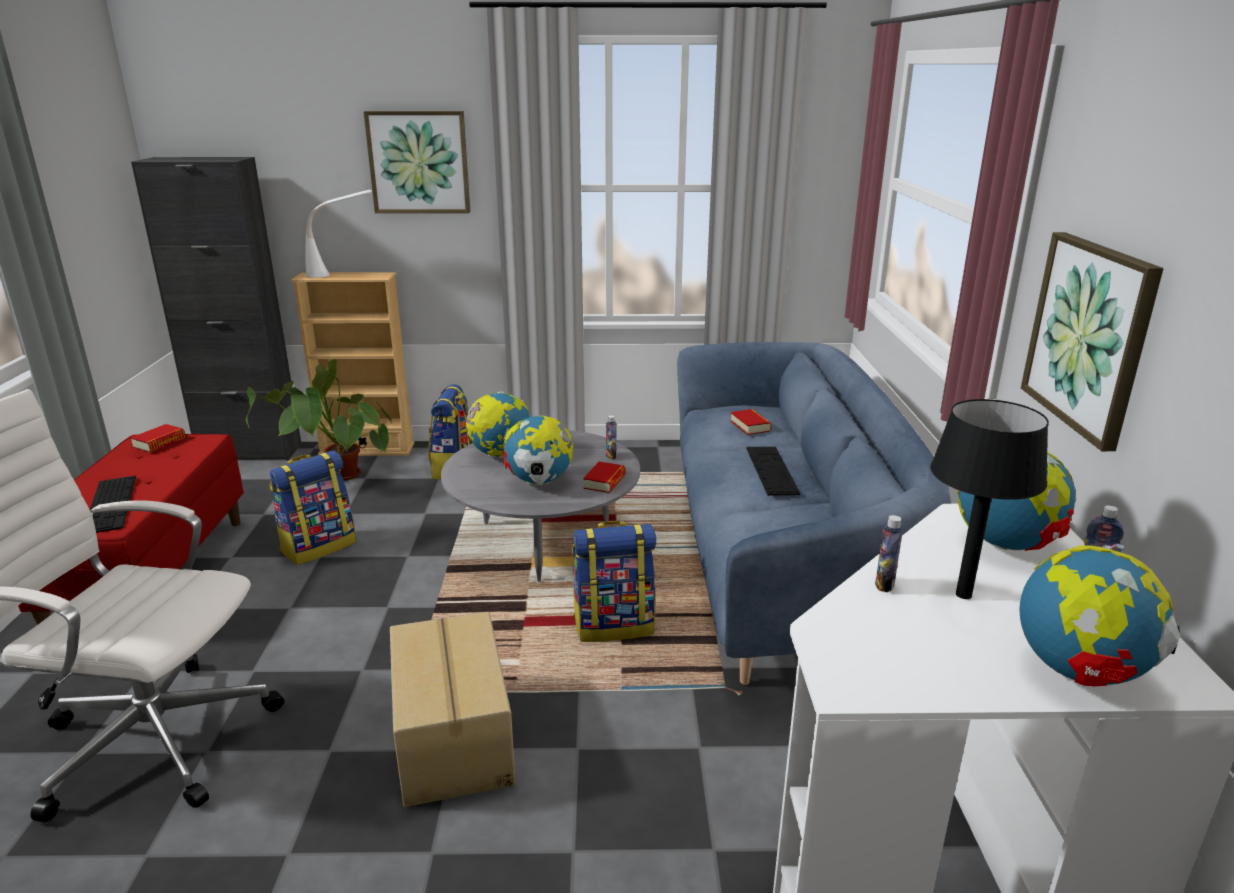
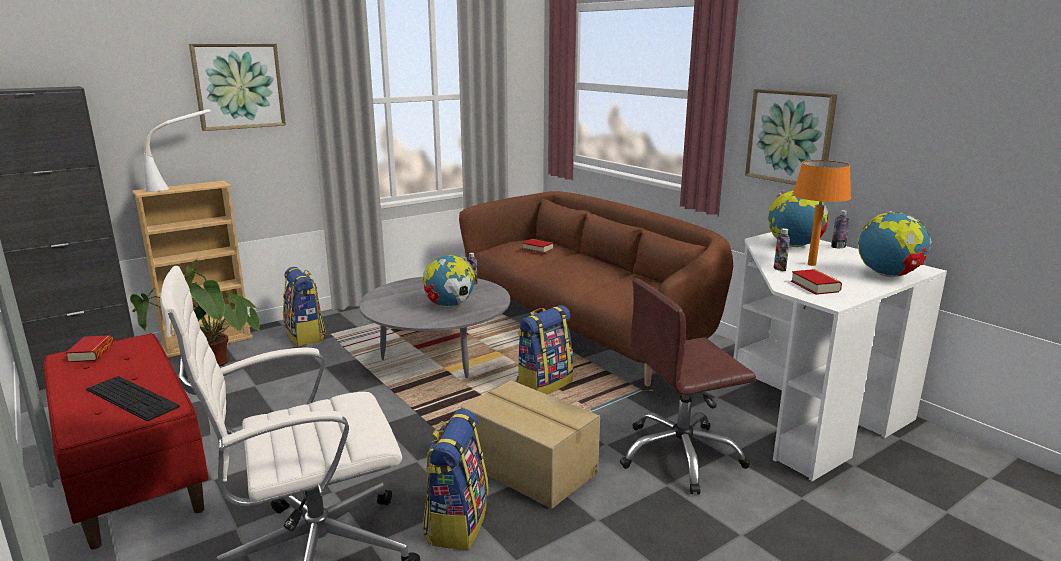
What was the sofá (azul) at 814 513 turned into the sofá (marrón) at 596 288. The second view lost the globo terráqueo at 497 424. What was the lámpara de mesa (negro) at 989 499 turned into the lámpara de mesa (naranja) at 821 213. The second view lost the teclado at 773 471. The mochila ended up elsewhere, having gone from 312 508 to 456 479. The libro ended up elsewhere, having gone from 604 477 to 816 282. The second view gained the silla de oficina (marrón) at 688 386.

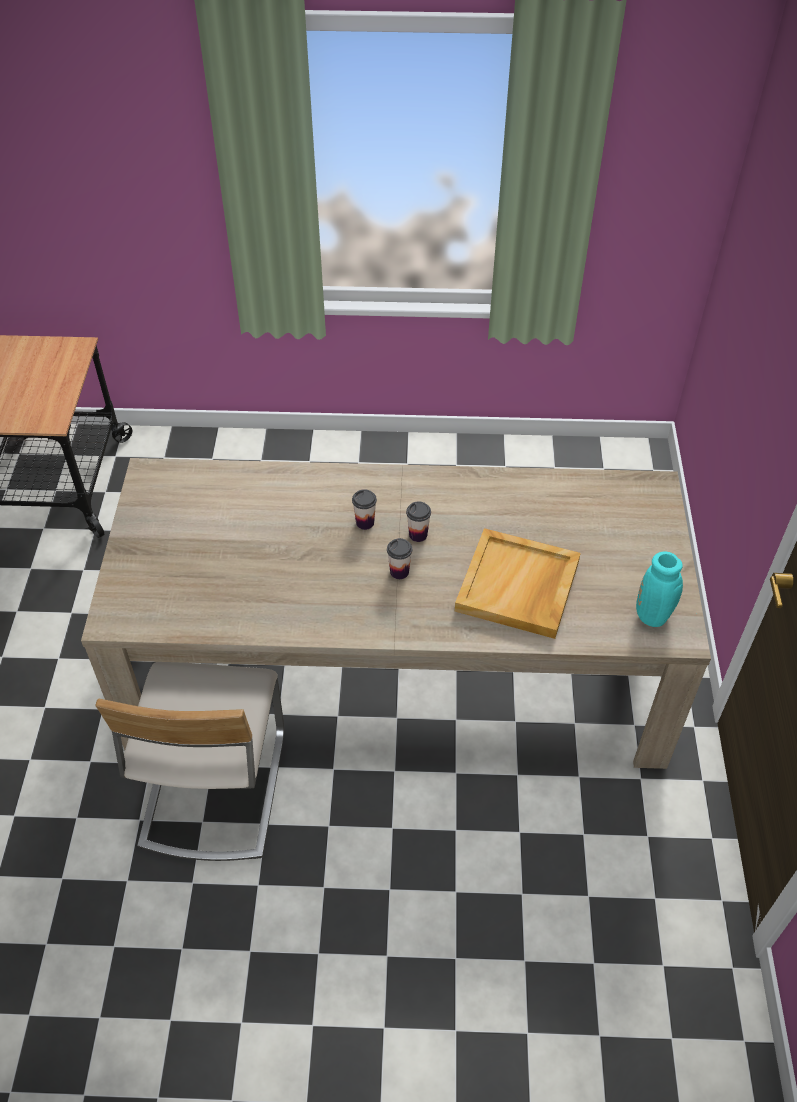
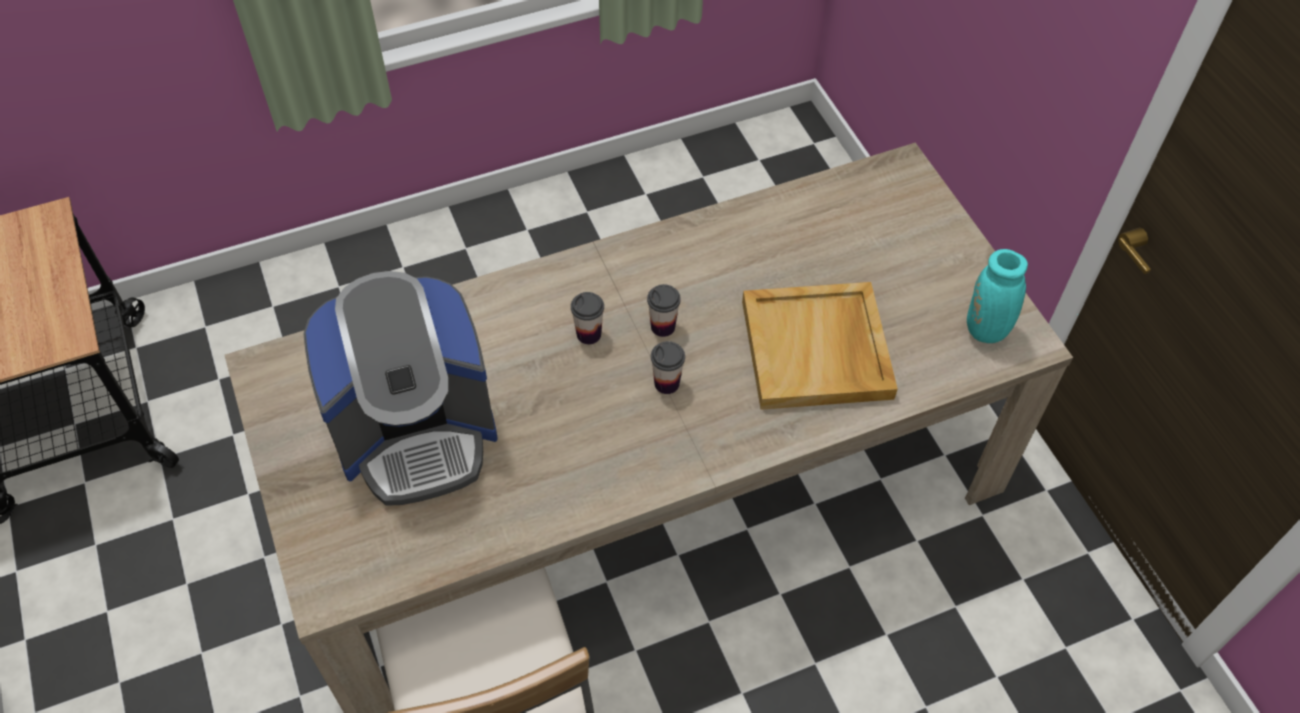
The second view gained the cafetera at 400 388.

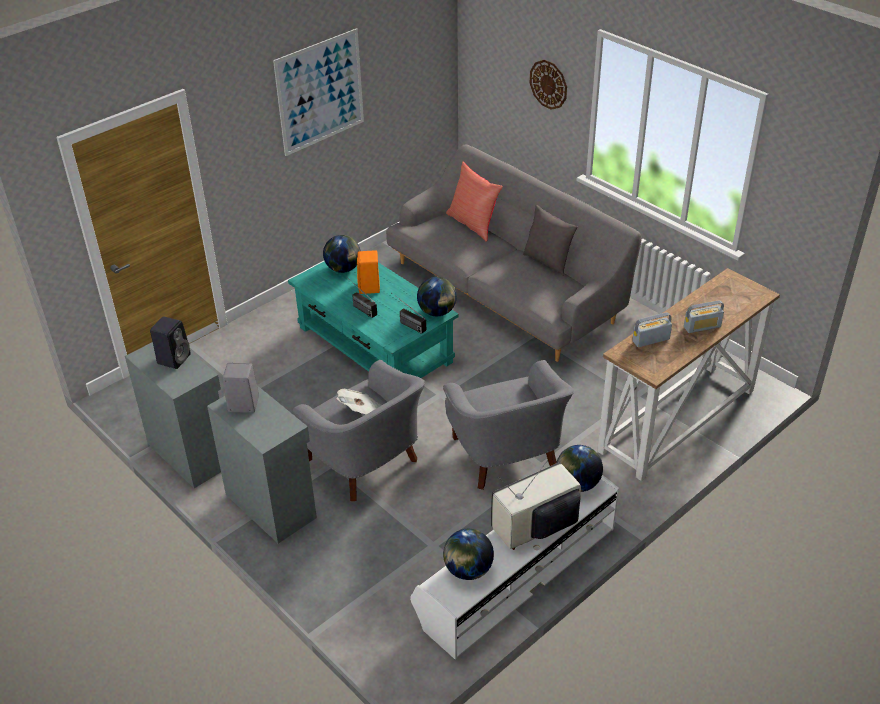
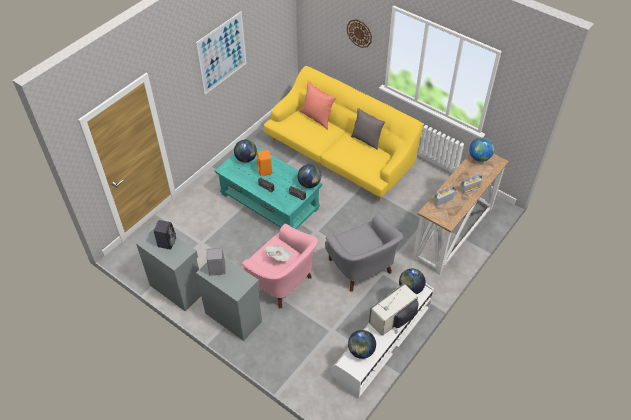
What was the sofá (gris) at 514 253 turned into the sofá (amarillo) at 343 134. What was the sillón (gris) at 359 430 turned into the sillón (rosa) at 279 266. The second view gained the globo terráqueo at 481 149.

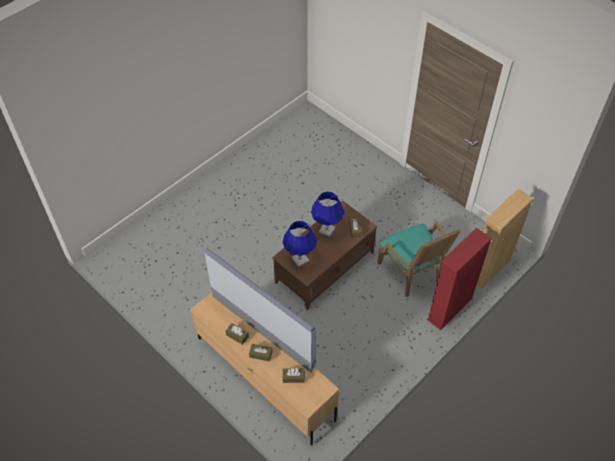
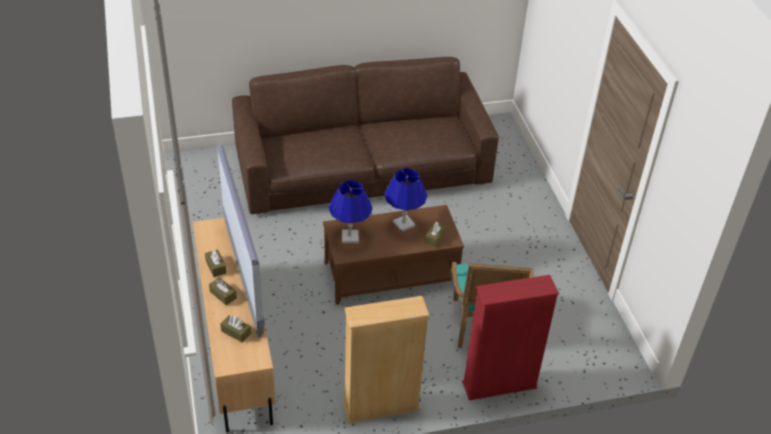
The estantería (beis) ended up elsewhere, having gone from 505 239 to 386 359. The second view gained the sofá (marrón) at 365 135.

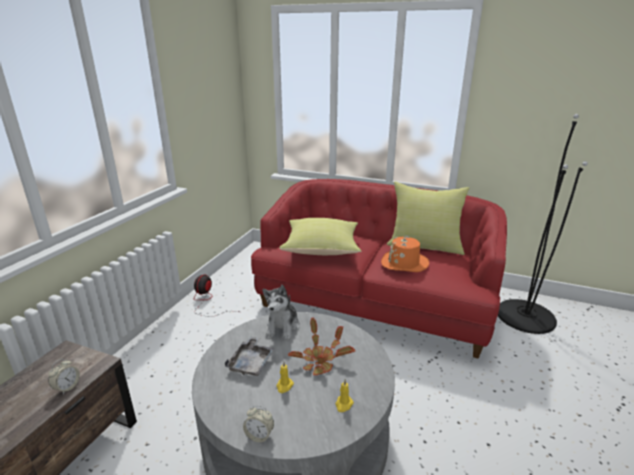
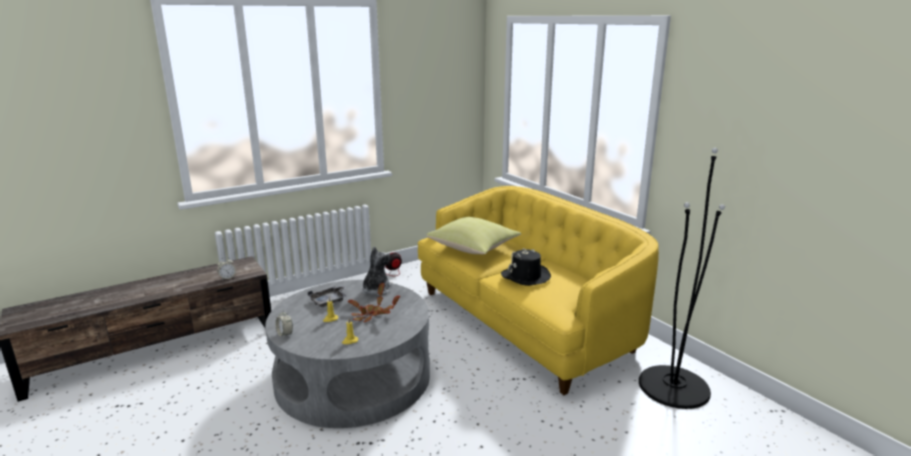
What was the sofá (rojo) at 379 268 turned into the sofá (amarillo) at 538 290. The second view lost the cojín (amarillo) at 428 218. What was the sombrero (naranja) at 405 254 turned into the sombrero (negro) at 526 267. The peluche at 281 312 ended up facing another way, 150 degrees clockwise from before.

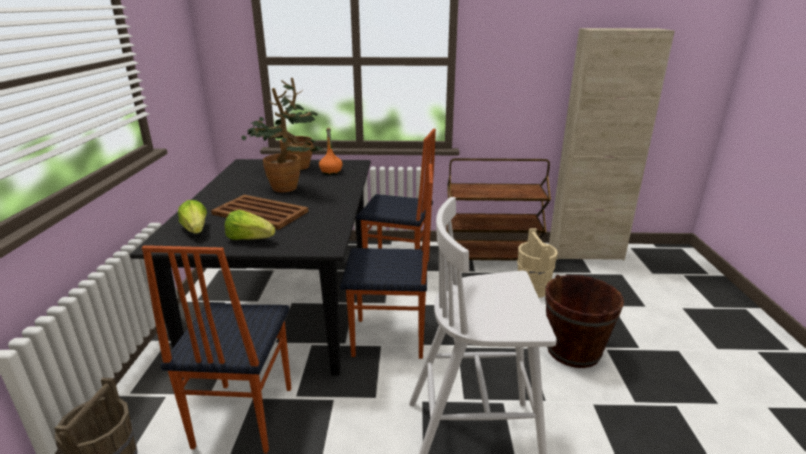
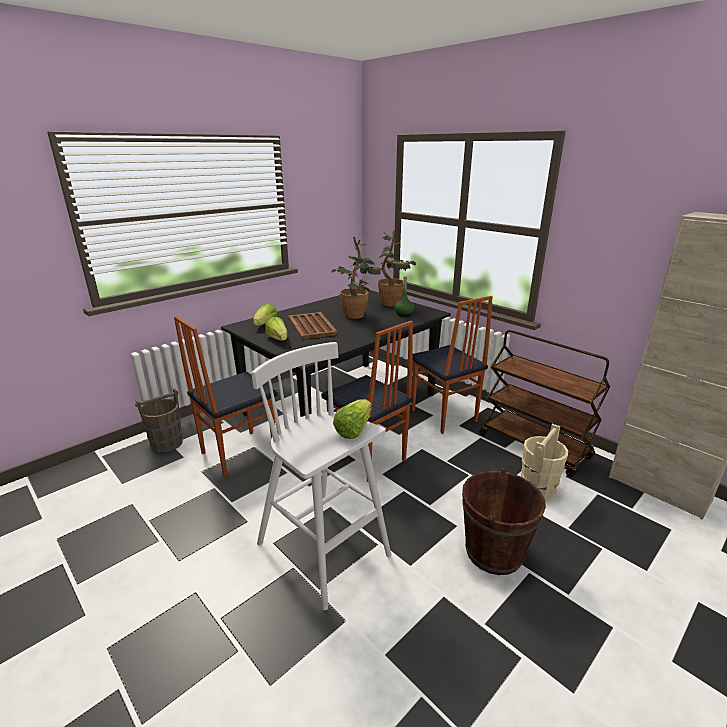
What was the botella (naranja) at 330 151 turned into the botella (verde) at 404 296. The second view gained the lechuga at 352 419.

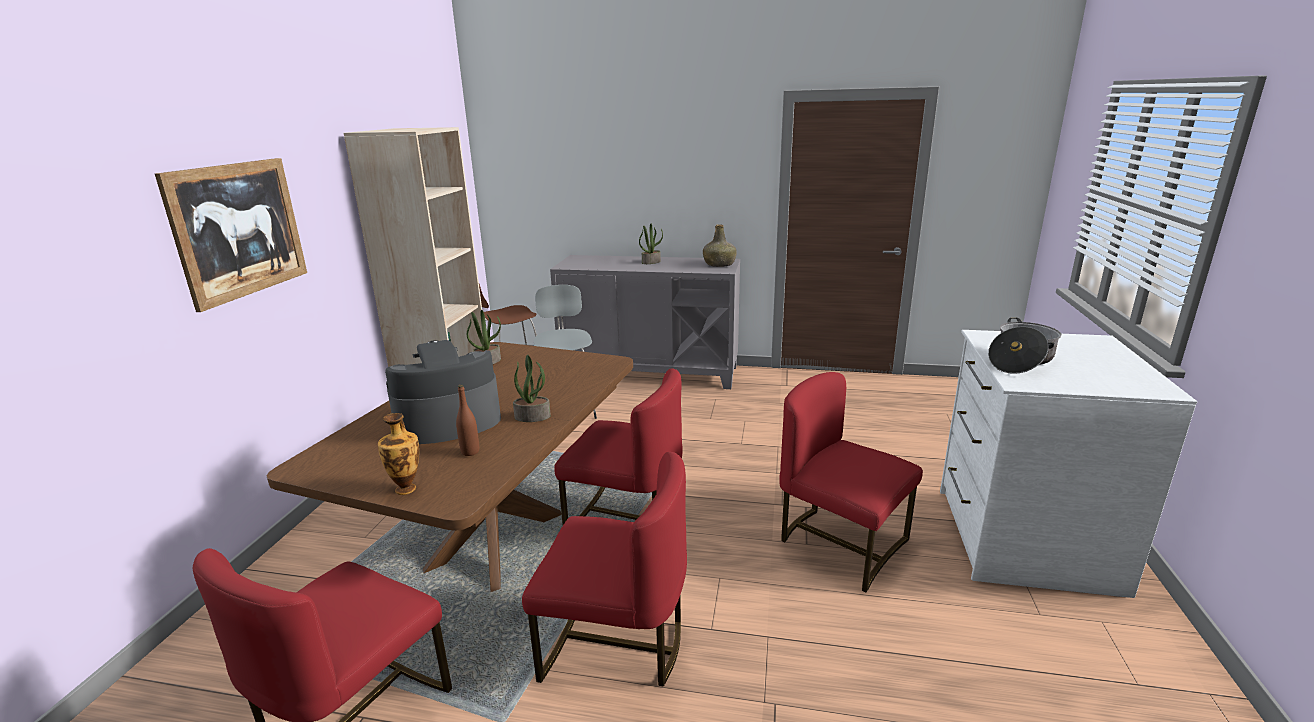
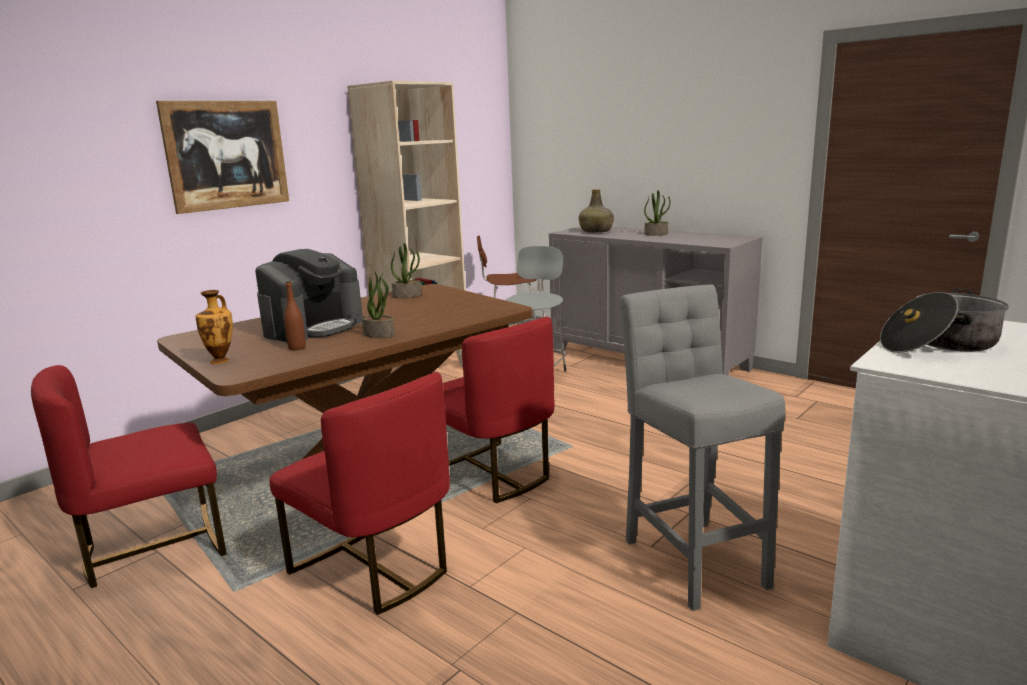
The botella (verde) ended up elsewhere, having gone from 720 245 to 596 210. The cafetera at 443 392 ended up facing another way, 120 degrees clockwise from before. Where the silla (rojo) stood at 851 482, the taburete (gris) came to stand at 702 447.

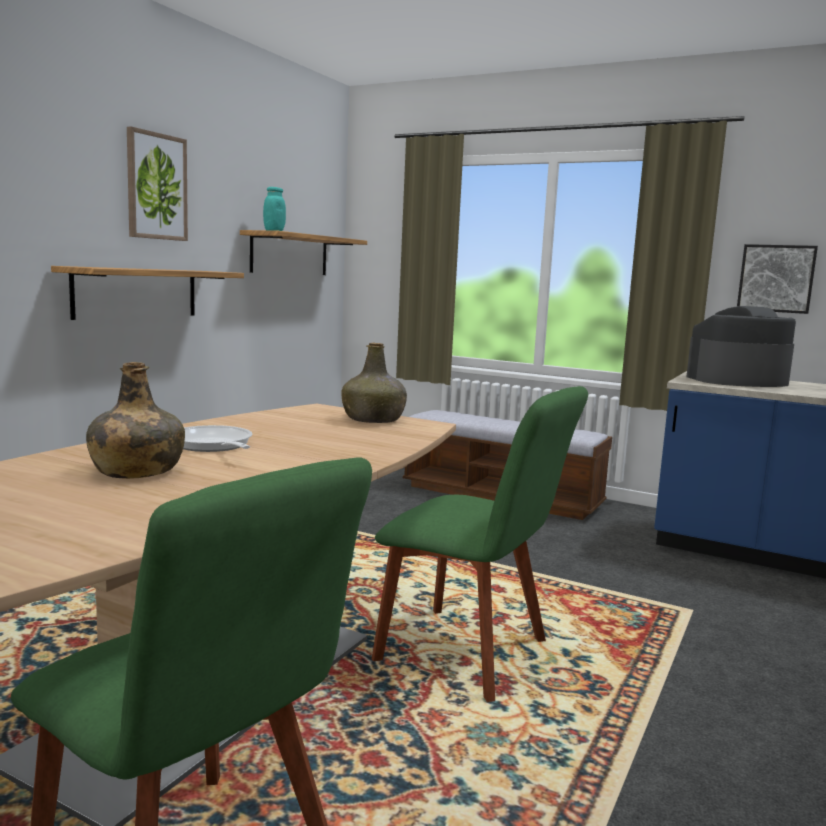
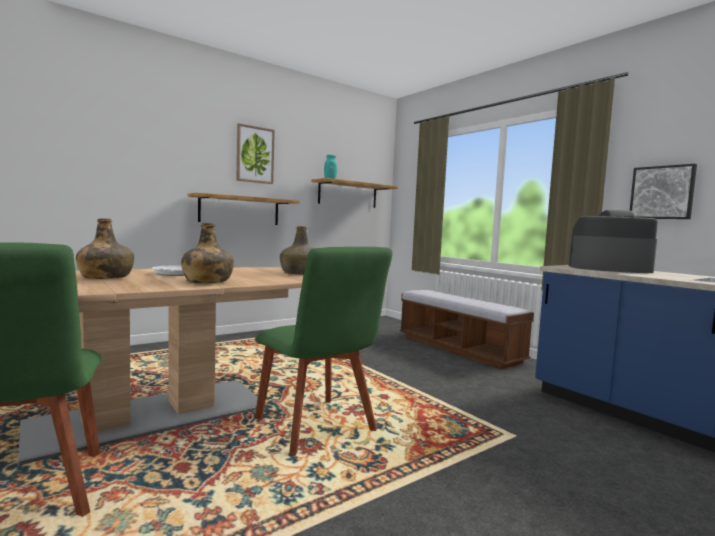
The second view gained the botella (verde) at 207 253.

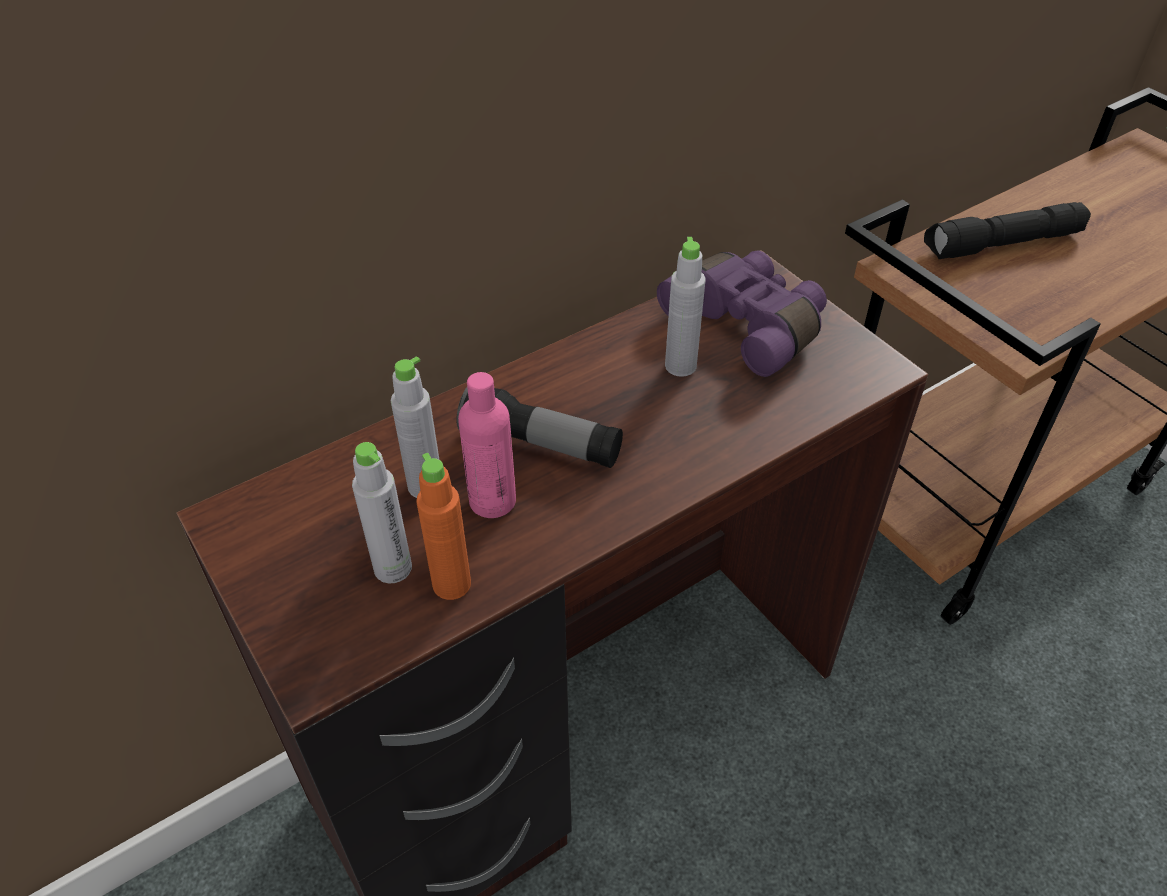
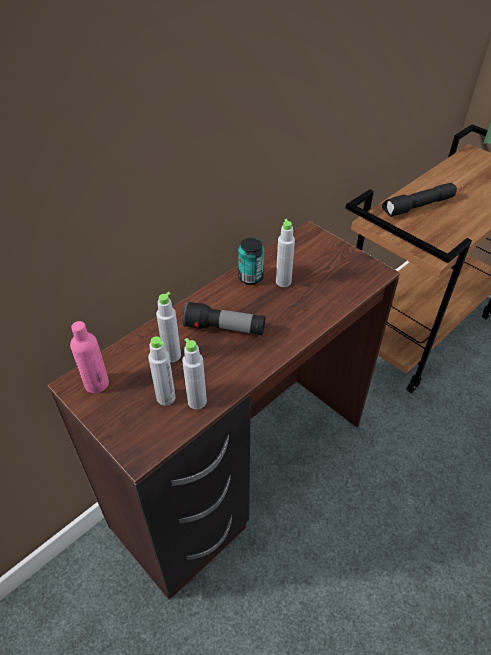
The second view lost the prismáticos (morado) at 742 314. The botella (rosa) ended up elsewhere, having gone from 487 445 to 89 357. What was the botella (naranja) at 443 526 turned into the botella (gris) at 194 373. The second view gained the lata at 251 261.

